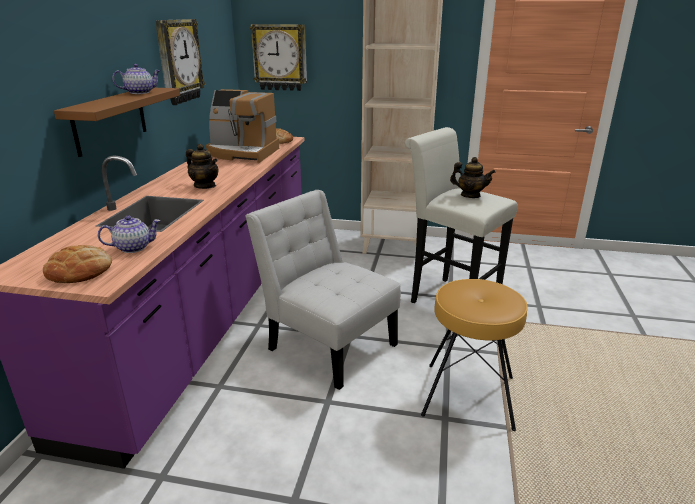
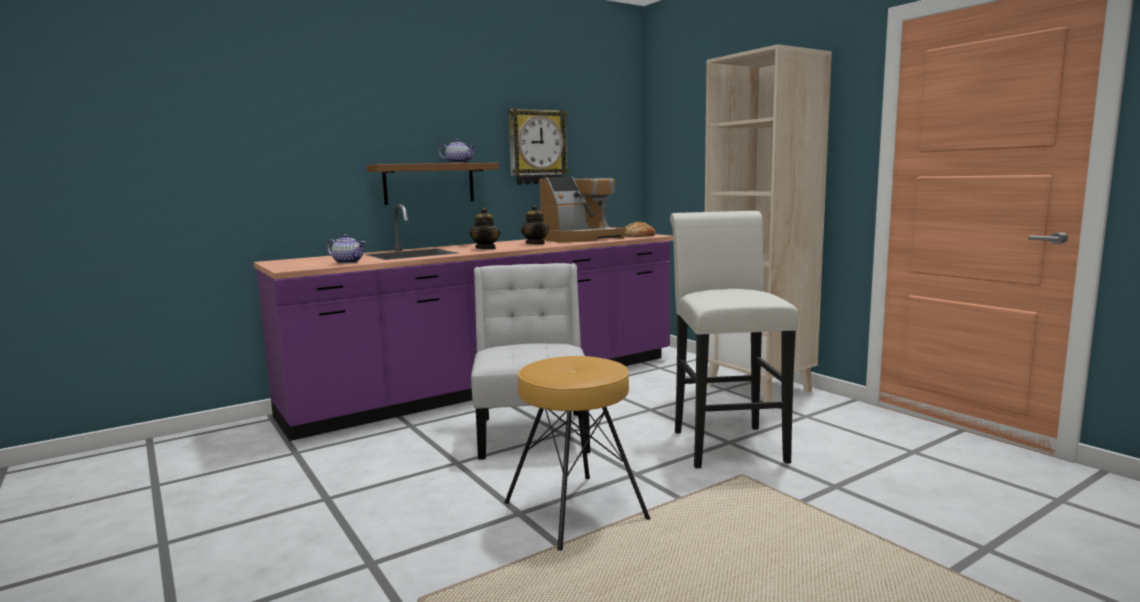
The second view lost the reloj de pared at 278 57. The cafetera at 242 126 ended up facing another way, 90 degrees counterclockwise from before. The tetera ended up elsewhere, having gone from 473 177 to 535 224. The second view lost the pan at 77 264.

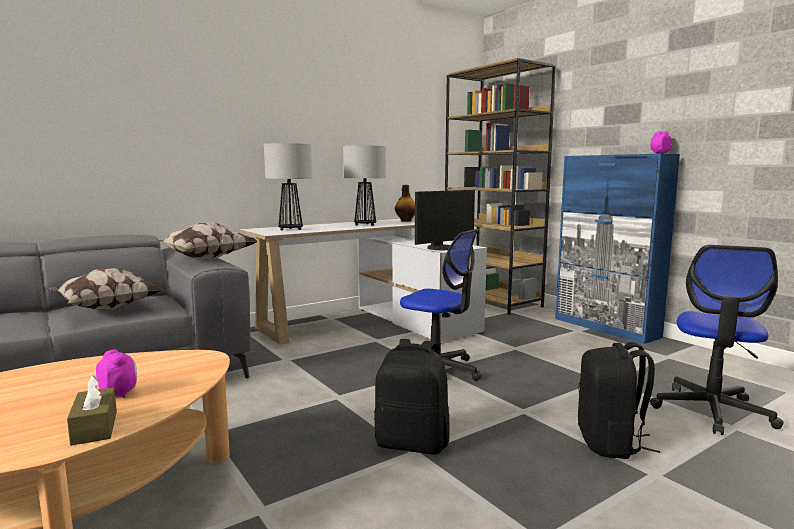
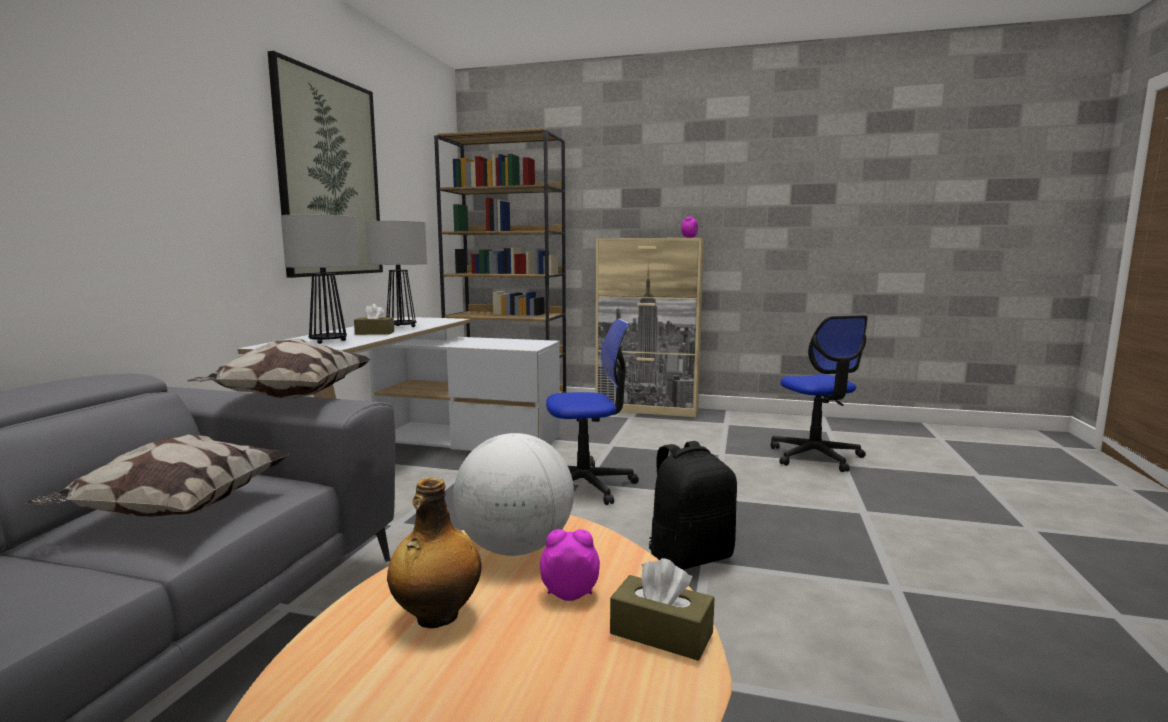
What was the armario (azul) at 617 249 turned into the armario (beis) at 649 327. The botella ended up elsewhere, having gone from 405 203 to 434 553. The second view lost the monitor at 445 220. The second view lost the mochila (negro) at 619 400. The second view gained the cuadro at 325 164. The second view gained the caja de pañuelos (marrón) at 374 319. The second view gained the globo terráqueo at 513 494.

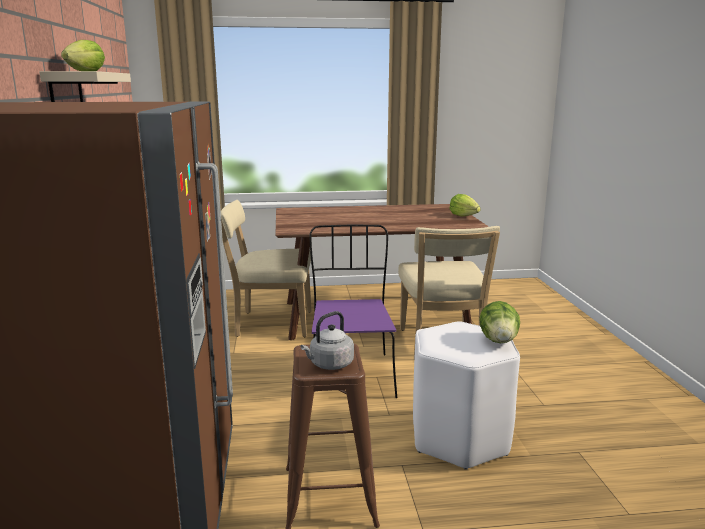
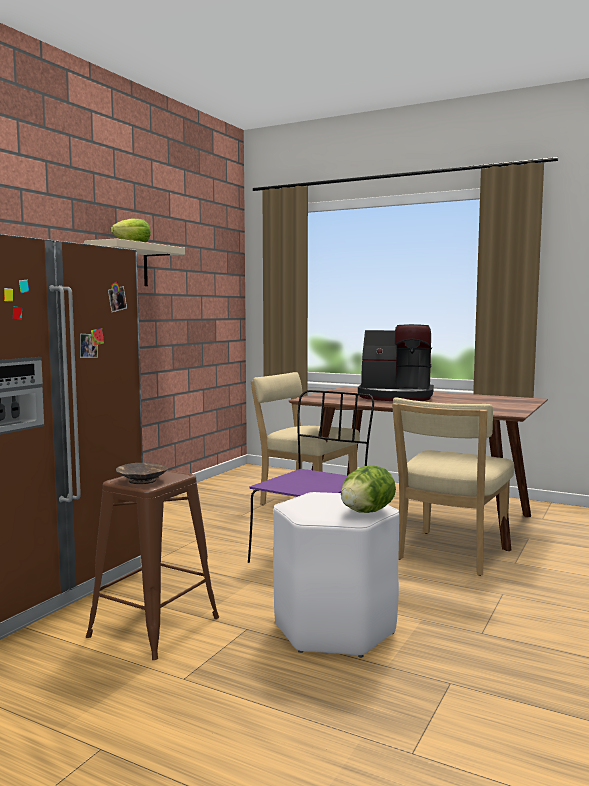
The second view lost the lechuga at 465 205. Where the hervidor (gris) stood at 327 340, the cuenco (marrón) came to stand at 142 473. The second view gained the cafetera at 396 362.

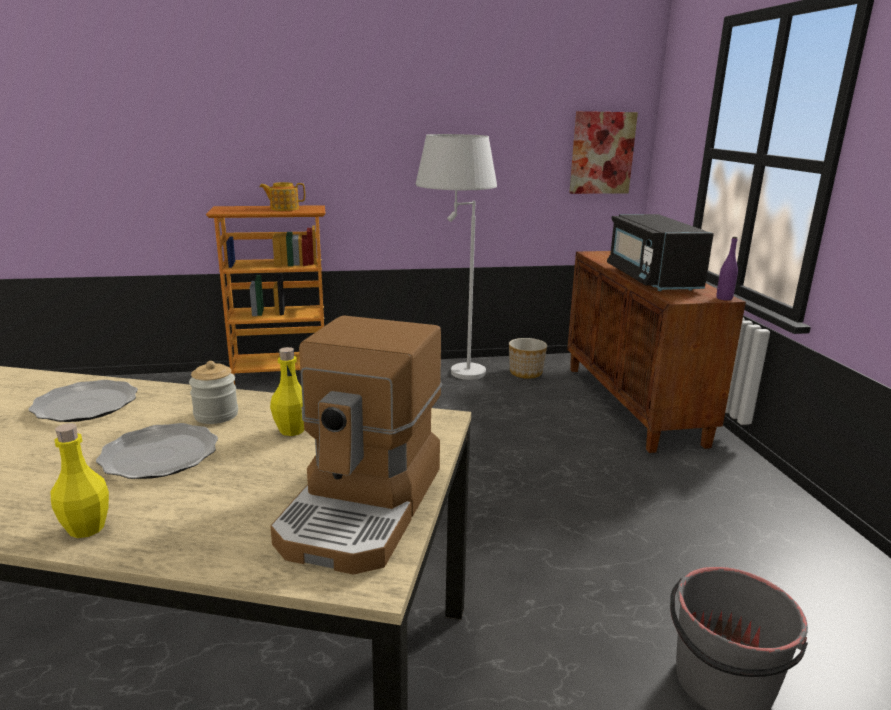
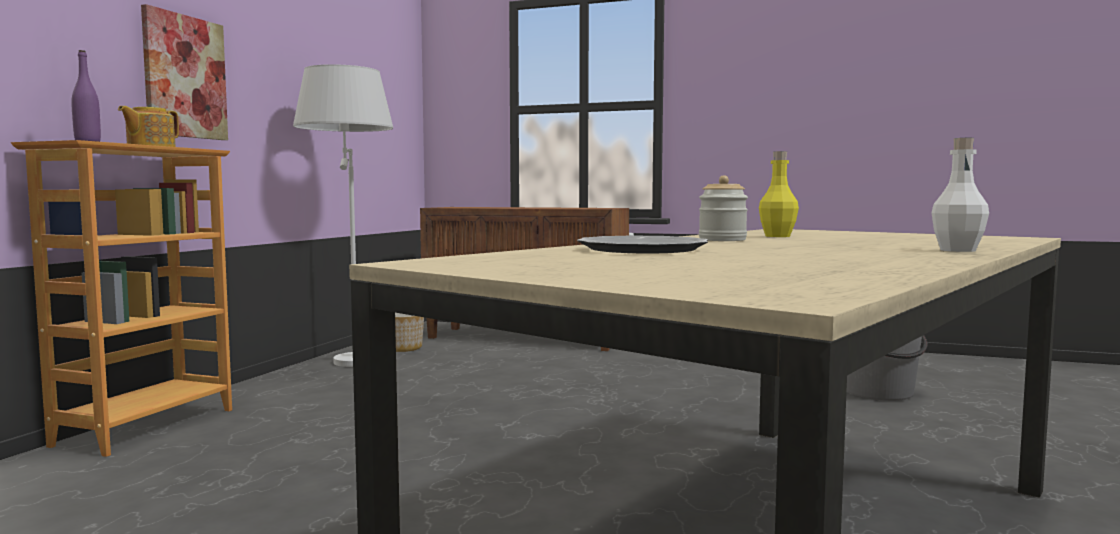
The cuadro ended up elsewhere, having gone from 603 152 to 184 72. The second view lost the microondas (negro) at 660 252. The botella (morado) ended up elsewhere, having gone from 727 269 to 86 96. The second view lost the cafetera at 356 445. What was the botella (amarillo) at 80 480 turned into the botella (blanco) at 960 195. The second view lost the plato at 157 451.

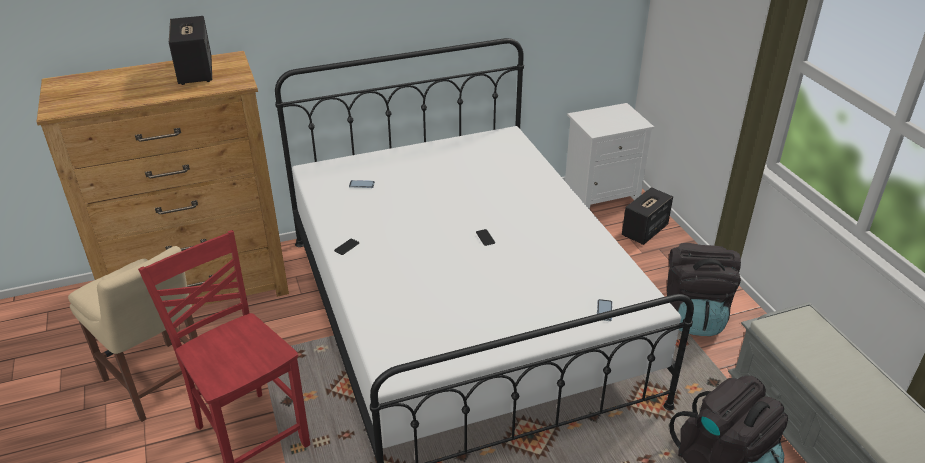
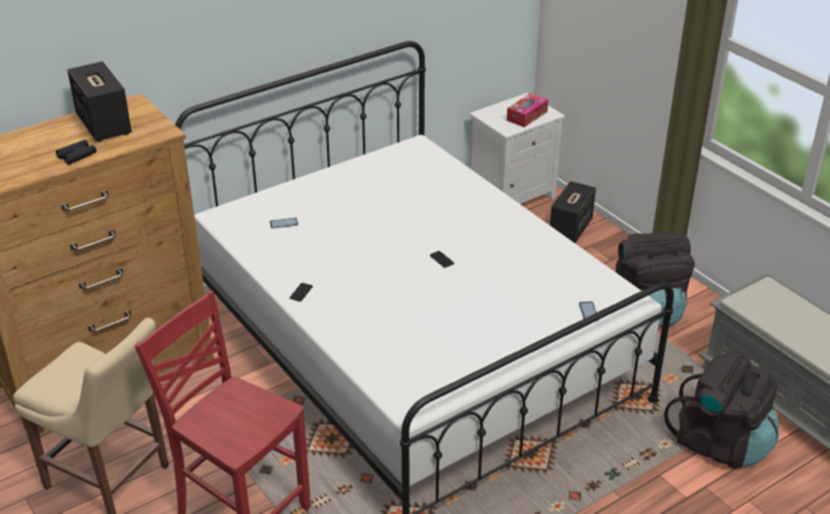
The second view gained the caja de pañuelos at 527 110. The second view gained the prismáticos (negro) at 76 152.

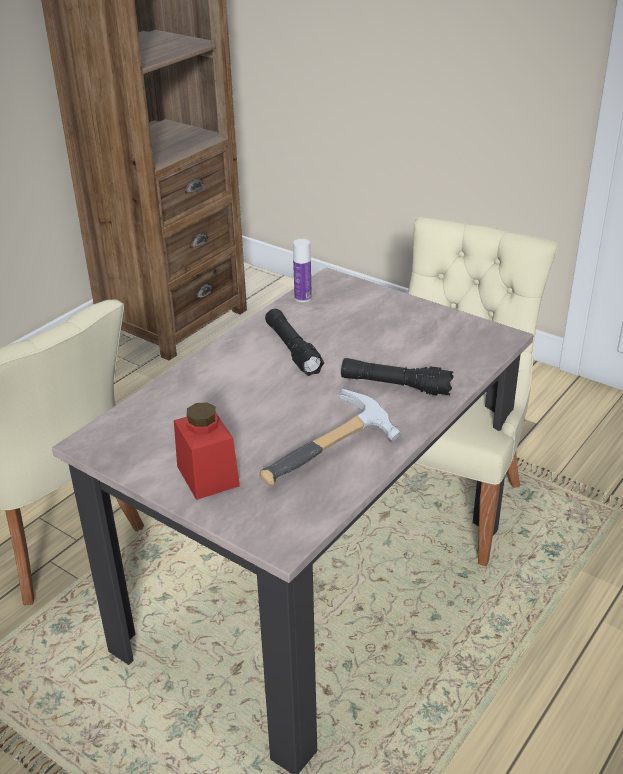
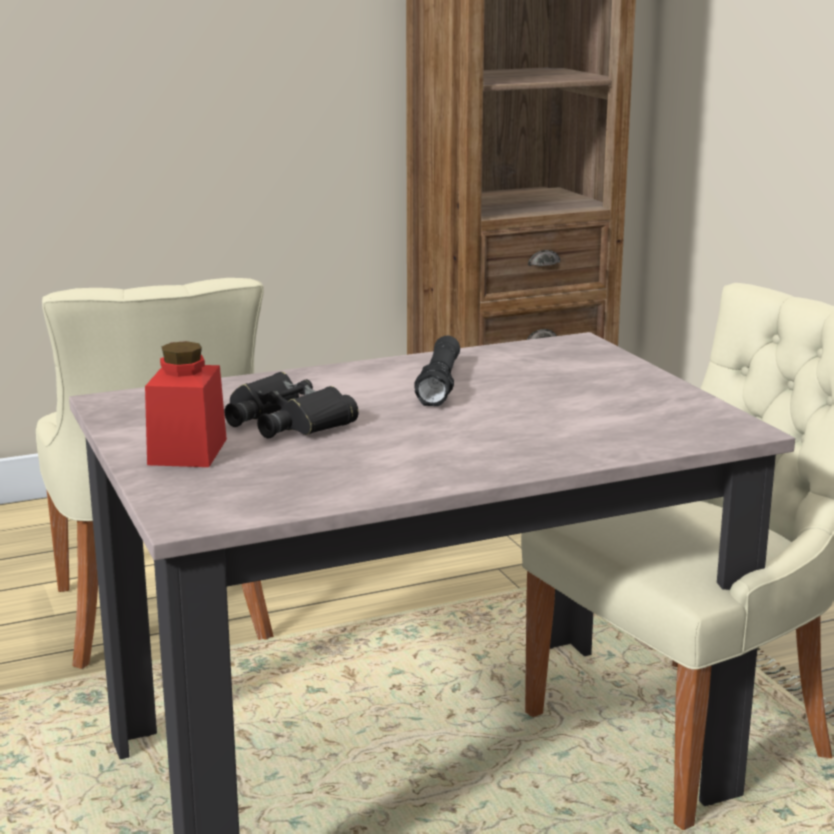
The second view lost the botella at 302 270. The second view lost the linterna (negro) at 397 376. The second view lost the martillo at 330 437. The second view gained the prismáticos (negro) at 291 405.

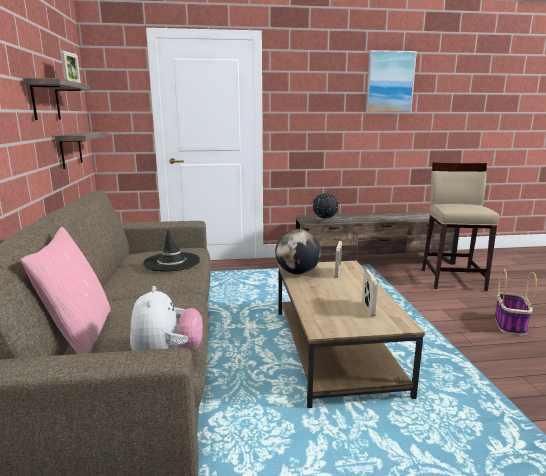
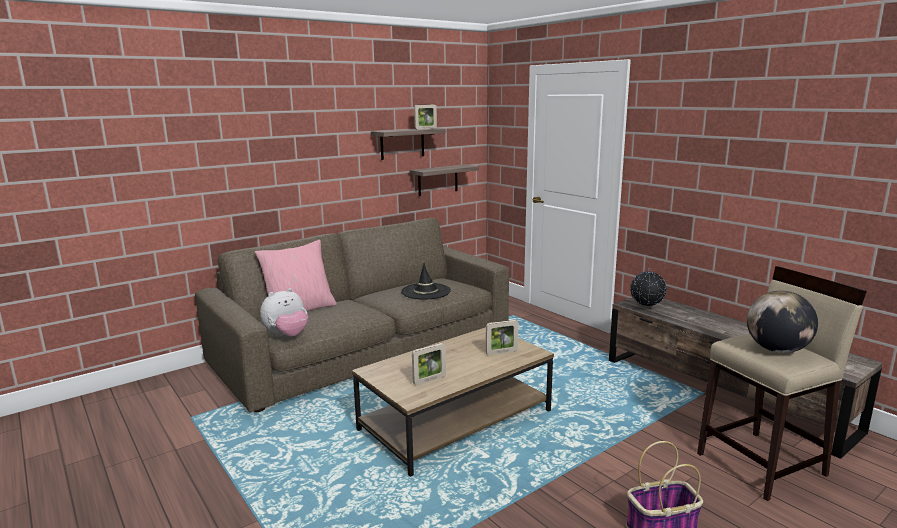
The second view lost the cuadro at 391 81. The globo terráqueo ended up elsewhere, having gone from 298 251 to 782 322.

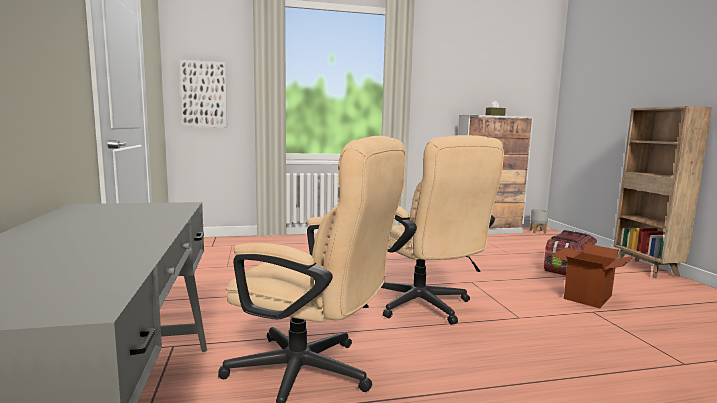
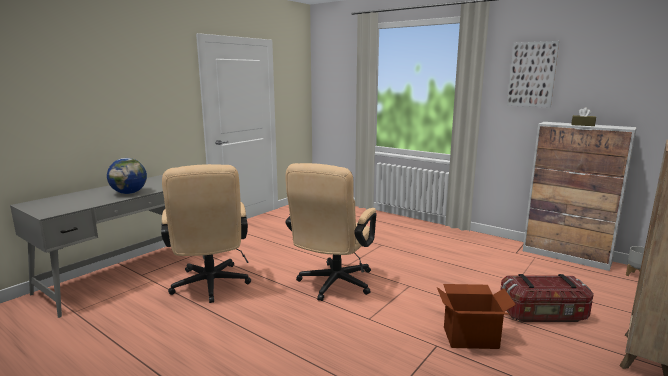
The cuadro ended up elsewhere, having gone from 203 93 to 533 74. The second view gained the globo terráqueo at 127 176.

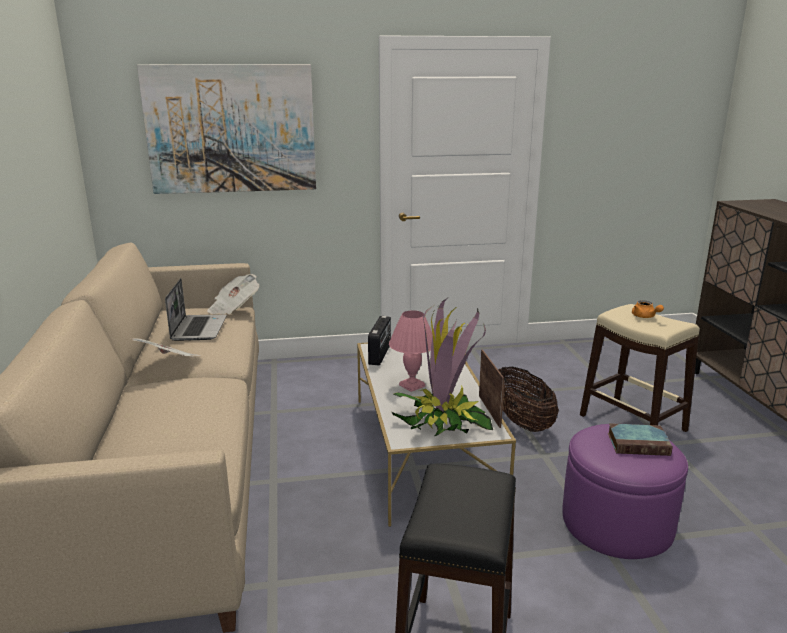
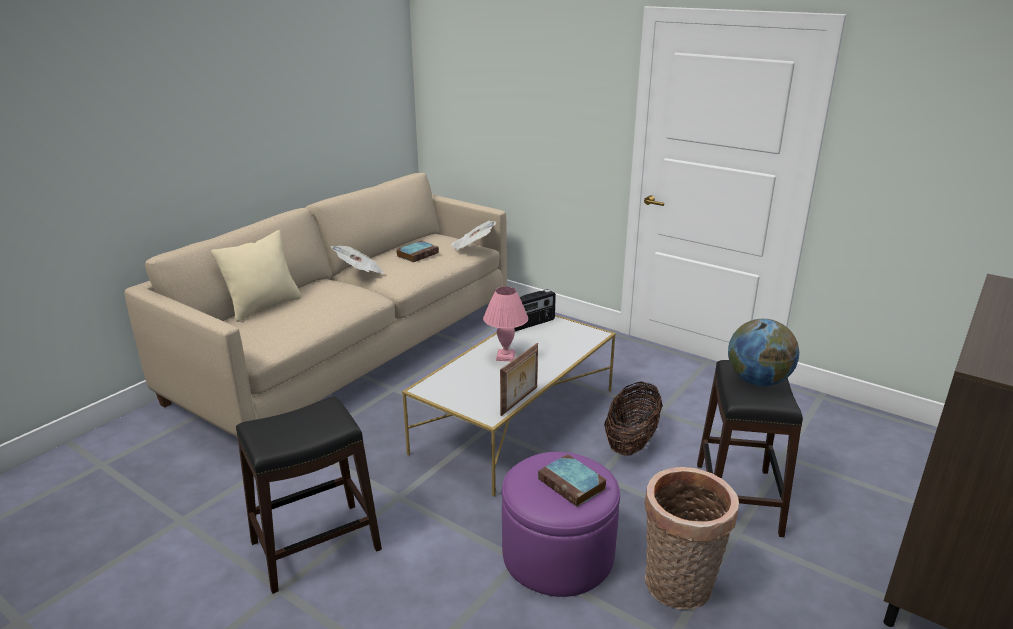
The second view lost the cuadro at 226 129. Where the portátil stood at 196 309, the libro came to stand at 417 251. The second view lost the planta en maceta at 442 366. Where the tetera (naranja) stood at 648 309, the globo terráqueo came to stand at 763 352. What was the taburete (beis) at 640 368 turned into the taburete (negro) at 750 448. The second view gained the cojín (beis) at 256 276. The second view gained the cesta at 692 538.

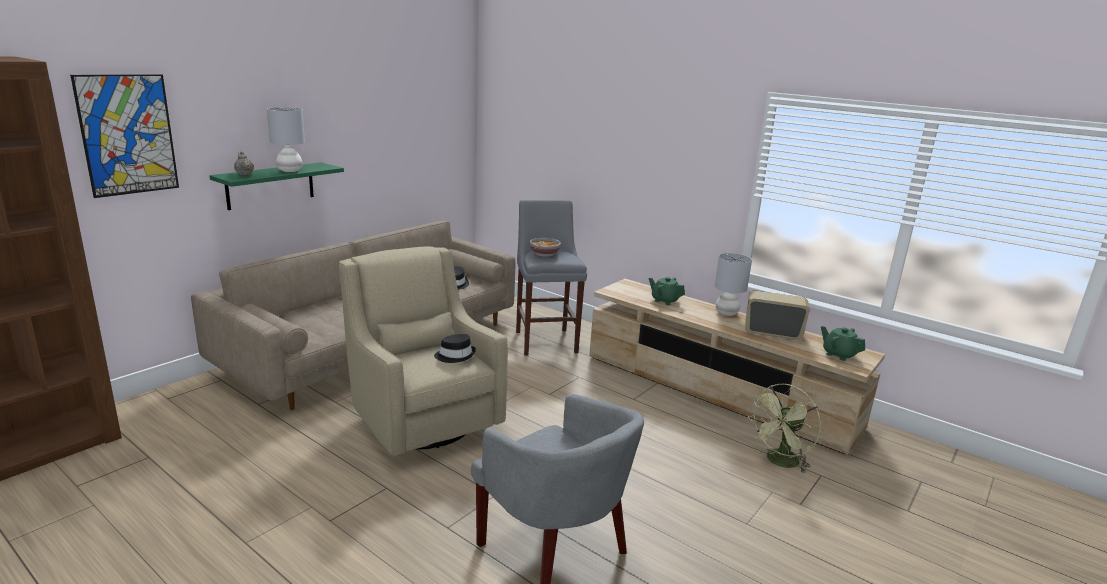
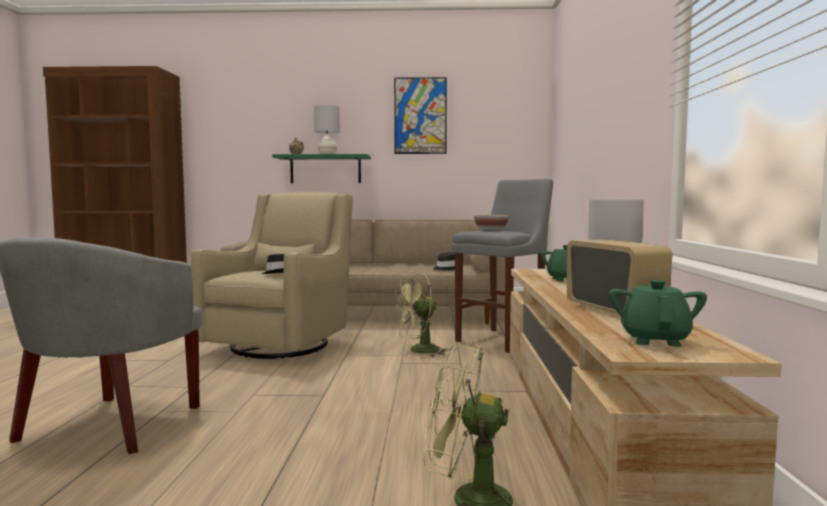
The cuadro ended up elsewhere, having gone from 124 136 to 420 115. The second view gained the ventilador (verde) at 421 314.

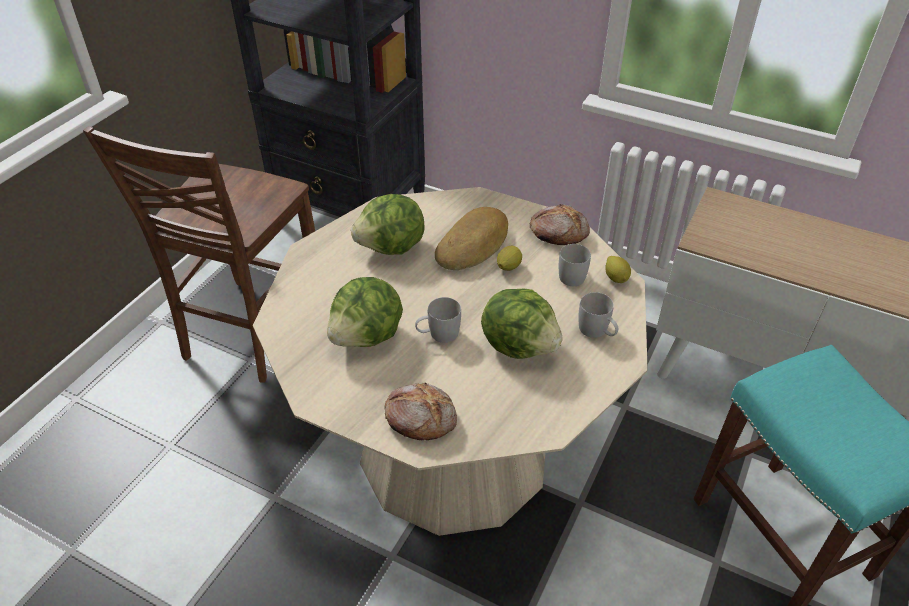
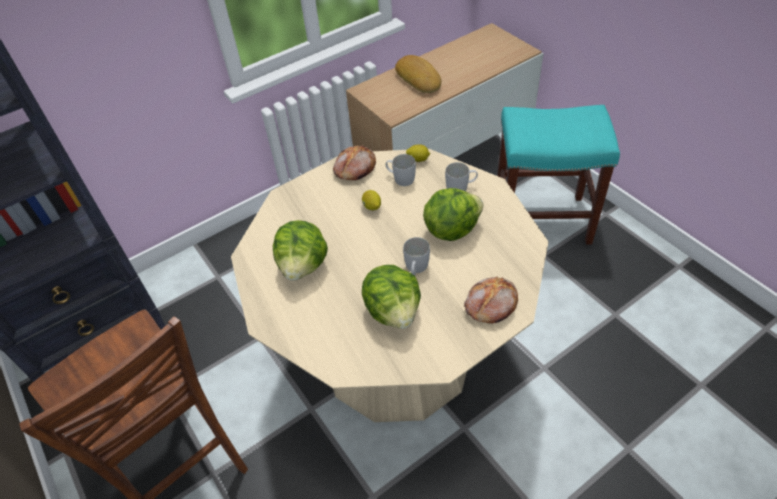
The pan ended up elsewhere, having gone from 471 238 to 418 74.

